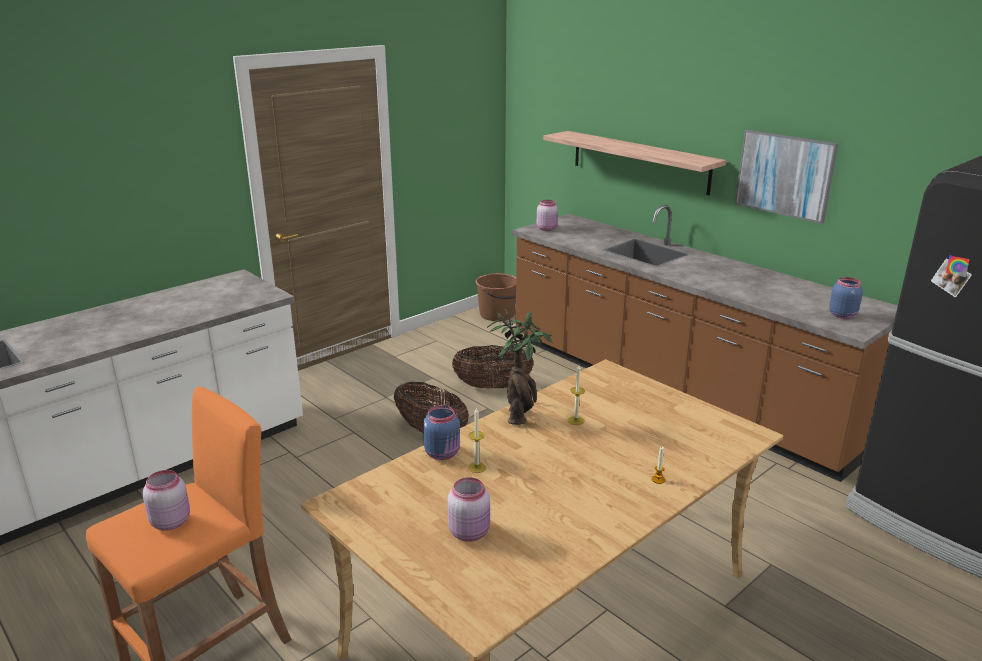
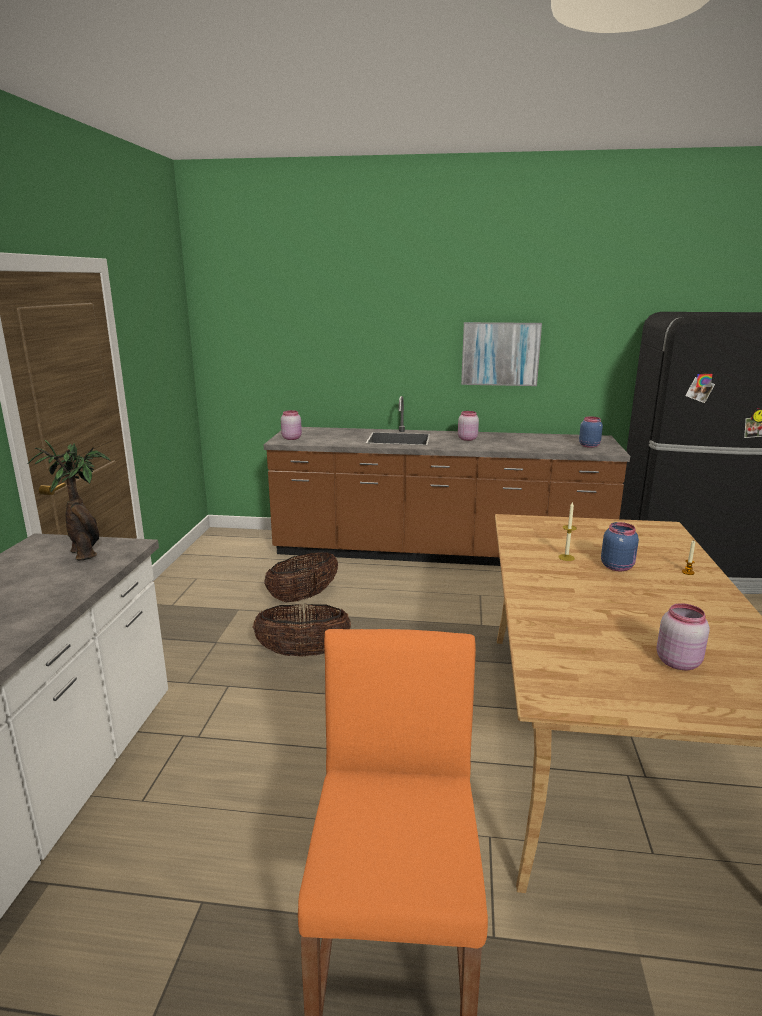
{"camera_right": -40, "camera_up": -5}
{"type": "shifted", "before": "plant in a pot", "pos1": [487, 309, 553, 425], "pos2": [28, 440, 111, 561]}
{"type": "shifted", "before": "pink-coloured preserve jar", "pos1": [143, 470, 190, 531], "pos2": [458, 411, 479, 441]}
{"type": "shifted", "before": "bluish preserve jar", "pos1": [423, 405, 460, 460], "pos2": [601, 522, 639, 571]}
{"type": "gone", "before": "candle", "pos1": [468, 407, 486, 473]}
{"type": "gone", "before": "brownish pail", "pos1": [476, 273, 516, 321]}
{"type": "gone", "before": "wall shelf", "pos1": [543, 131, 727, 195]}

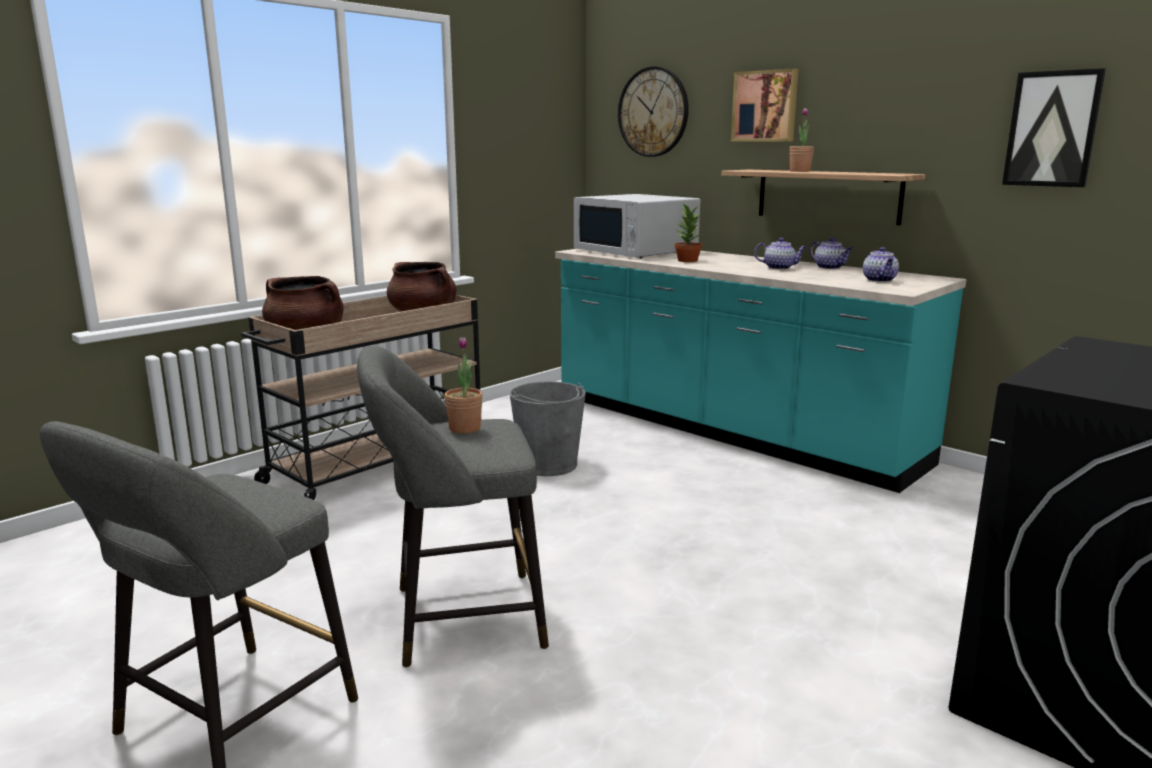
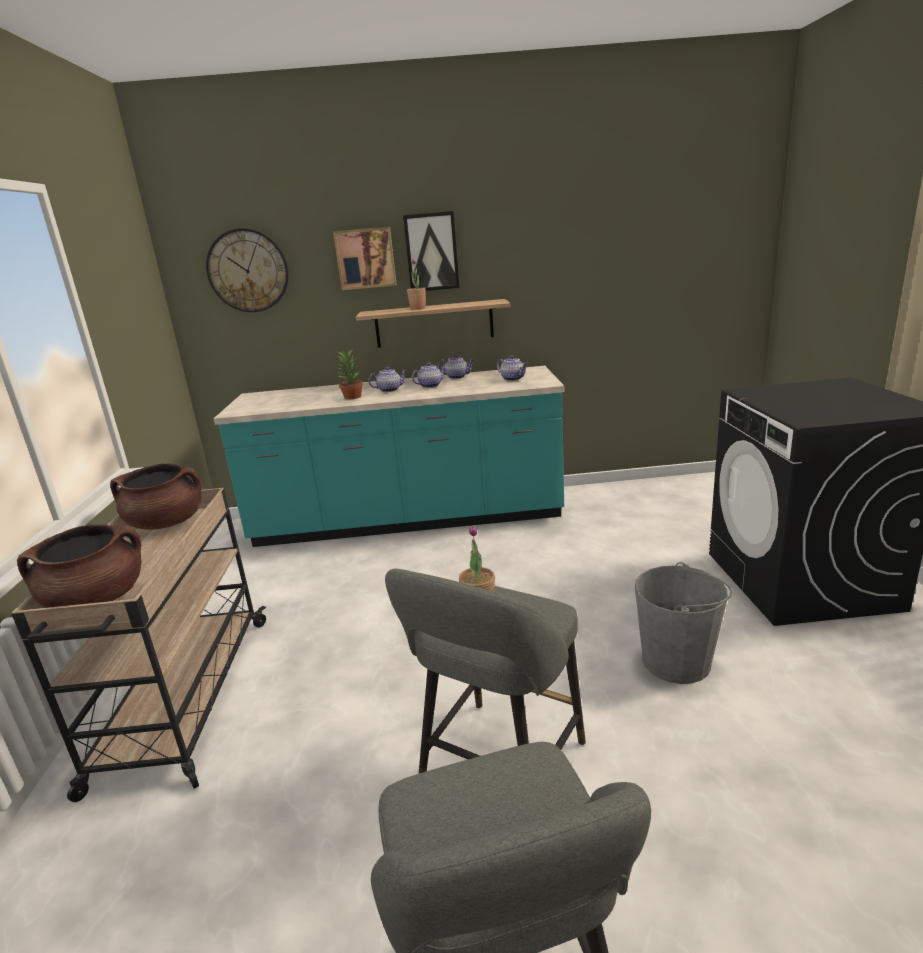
{"camera_right": -45, "camera_up": 5}
{"type": "new", "after": "teapot", "pos2": [368, 367, 407, 392]}
{"type": "shifted", "before": "picture", "pos1": [1002, 68, 1106, 187], "pos2": [403, 211, 460, 291]}
{"type": "shifted", "before": "gray pail", "pos1": [509, 381, 586, 476], "pos2": [635, 562, 733, 684]}
{"type": "gone", "before": "white kitchen microwave", "pos1": [574, 194, 700, 258]}

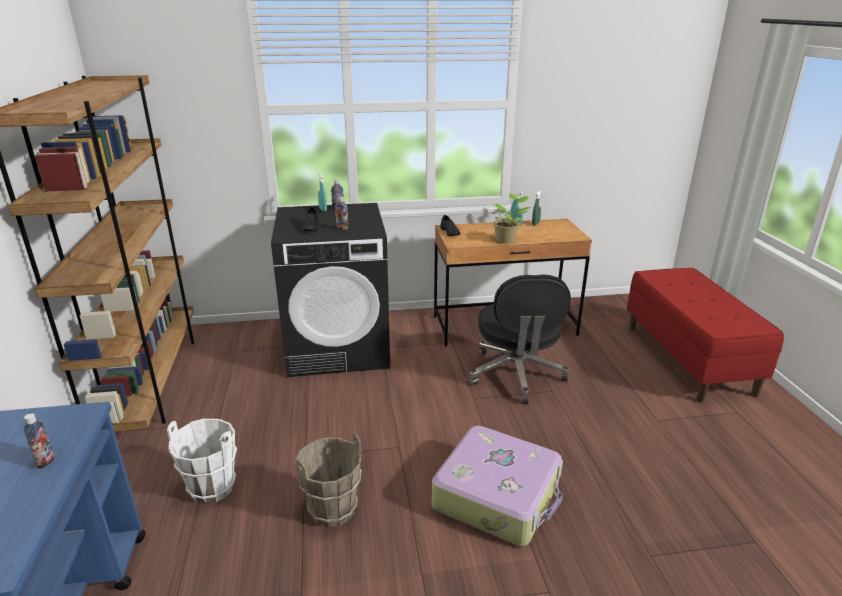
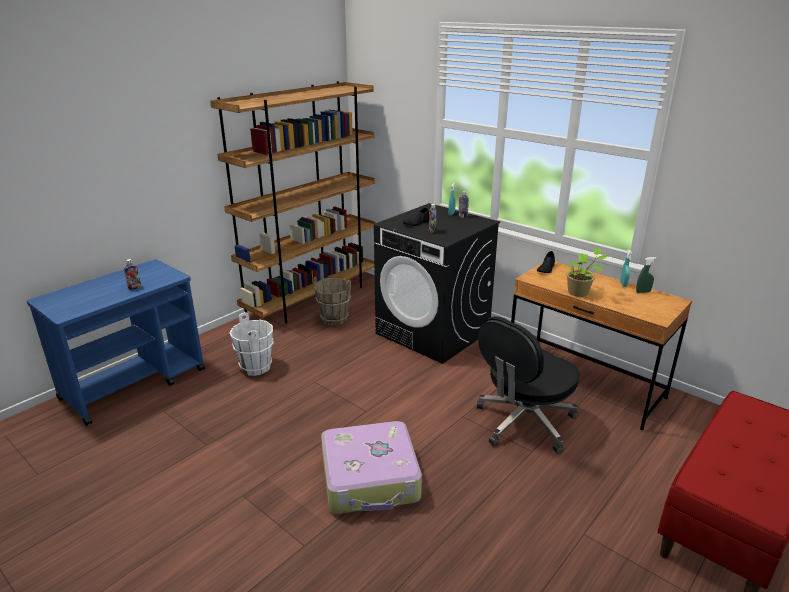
{"camera_right": 50, "camera_up": 0}
{"type": "shifted", "before": "brownish pail", "pos1": [295, 434, 362, 527], "pos2": [313, 276, 351, 326]}

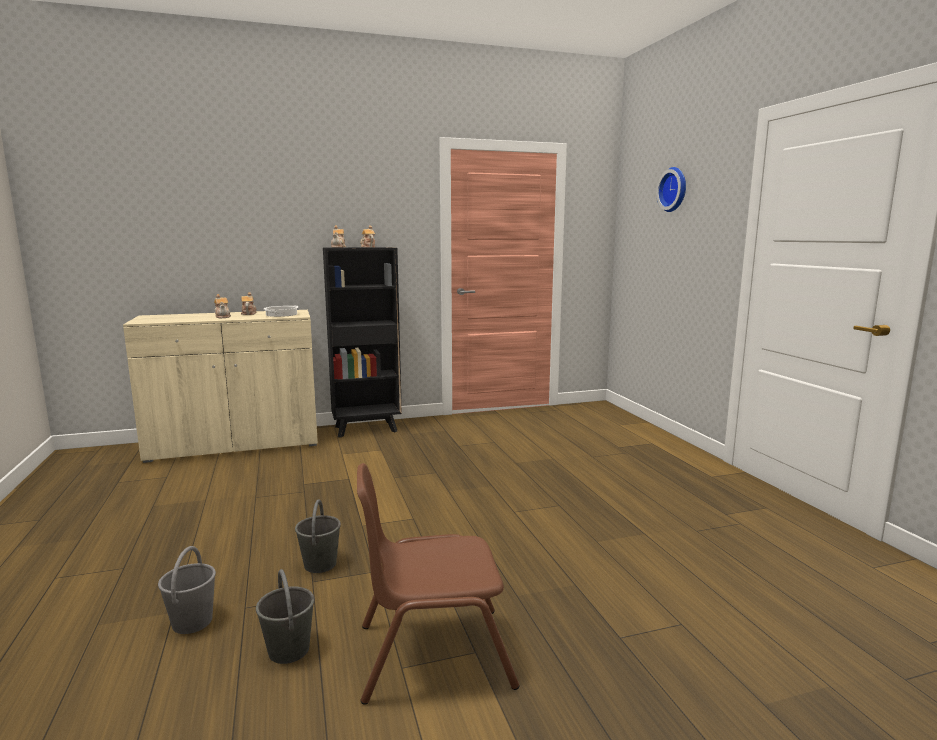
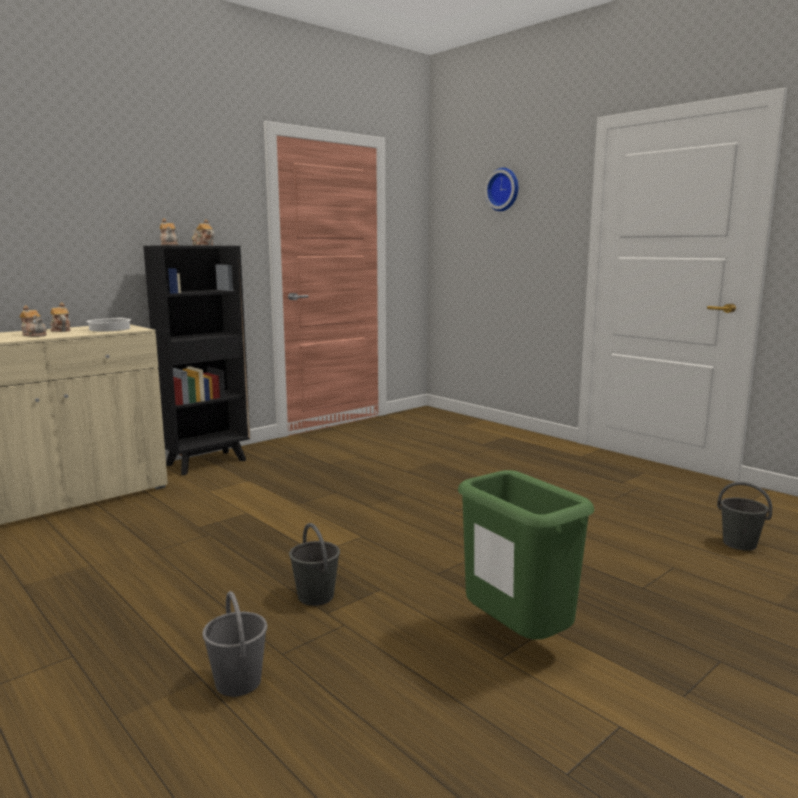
{"camera_right": -25, "camera_up": 0}
{"type": "swapped", "before": "brownish chair", "after": "green-coloured trash can", "pos1": [357, 463, 519, 705], "pos2": [458, 470, 594, 640]}
{"type": "shifted", "before": "gray pail", "pos1": [256, 569, 315, 664], "pos2": [717, 482, 772, 551]}

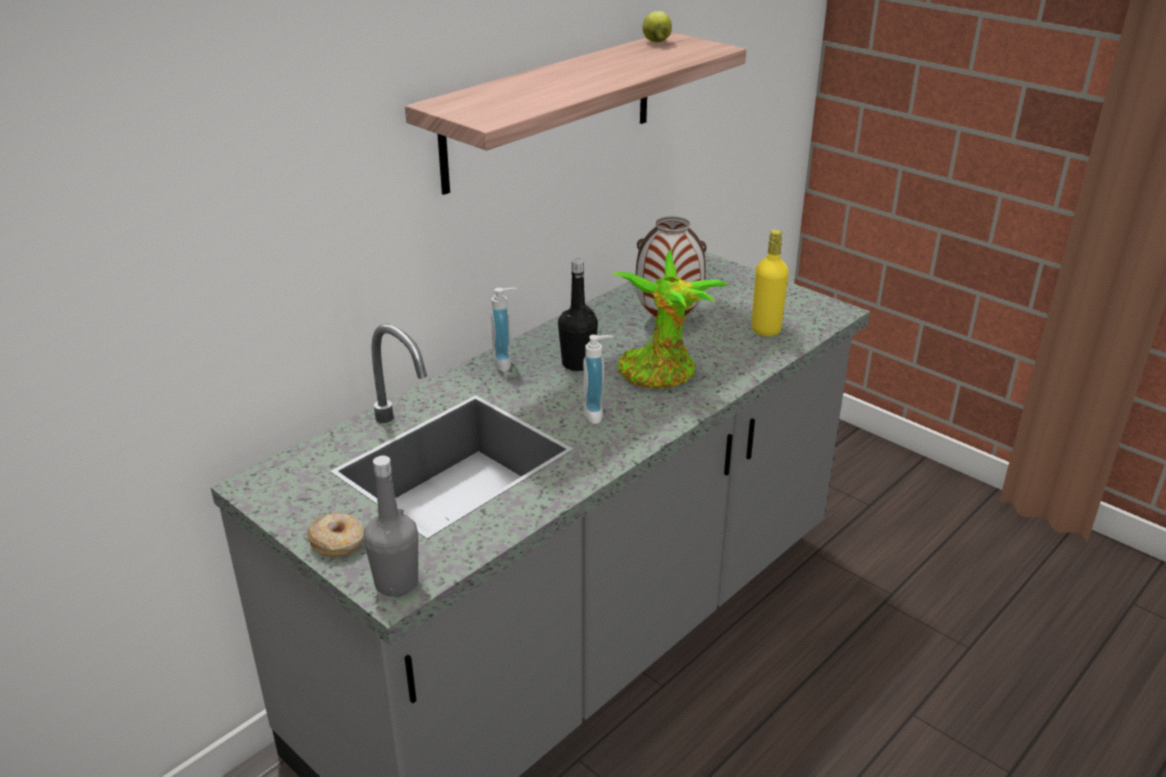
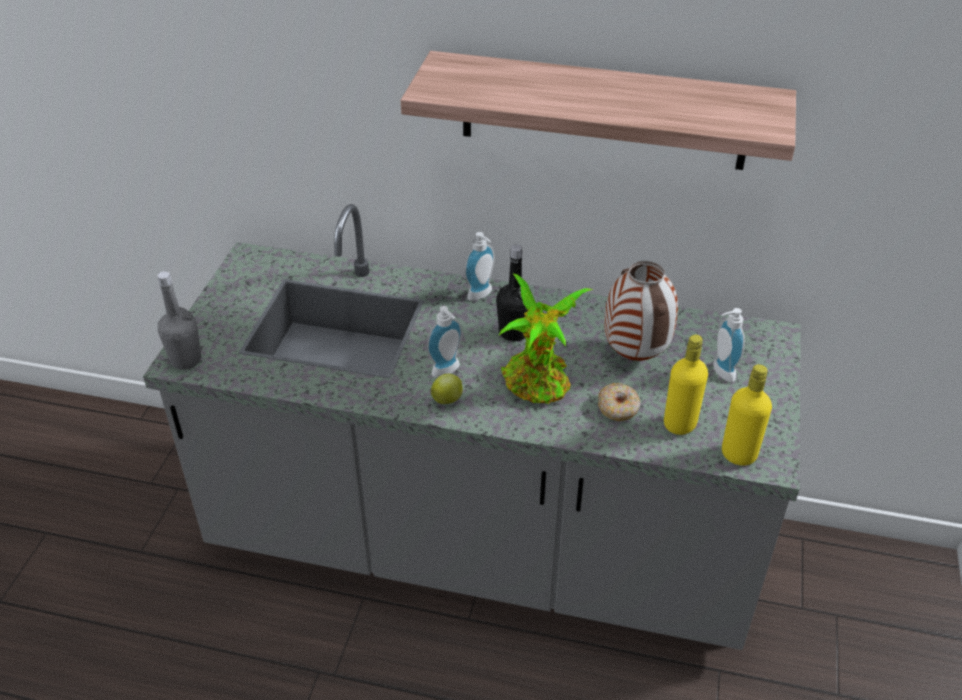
{"camera_right": 60, "camera_up": 10}
{"type": "shifted", "before": "apple fruit", "pos1": [642, 11, 672, 42], "pos2": [431, 374, 463, 404]}
{"type": "shifted", "before": "doughnut", "pos1": [307, 513, 364, 557], "pos2": [598, 383, 640, 421]}
{"type": "new", "after": "liquid soap bottle", "pos2": [713, 308, 745, 382]}
{"type": "new", "after": "yellow-coloured drink bottle", "pos2": [722, 364, 772, 466]}

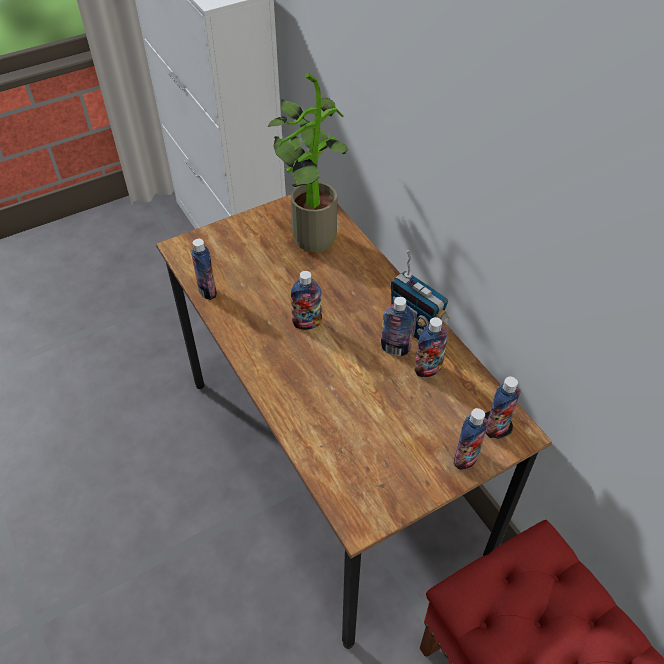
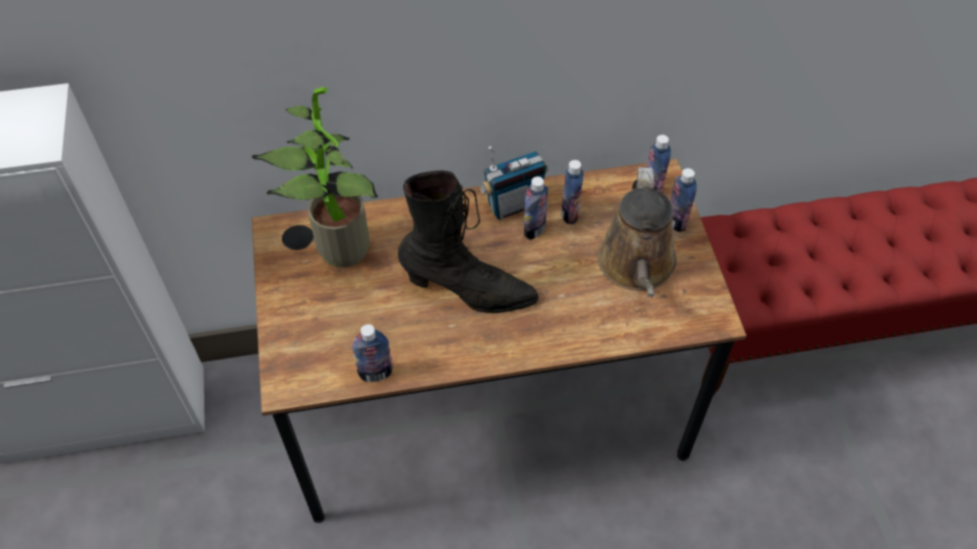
{"camera_right": -70, "camera_up": 5}
{"type": "swapped", "before": "drink bottle", "after": "black-coloured tall boot", "pos1": [290, 271, 322, 330], "pos2": [398, 170, 538, 313]}
{"type": "new", "after": "brownish sprinkling can", "pos2": [598, 167, 677, 297]}

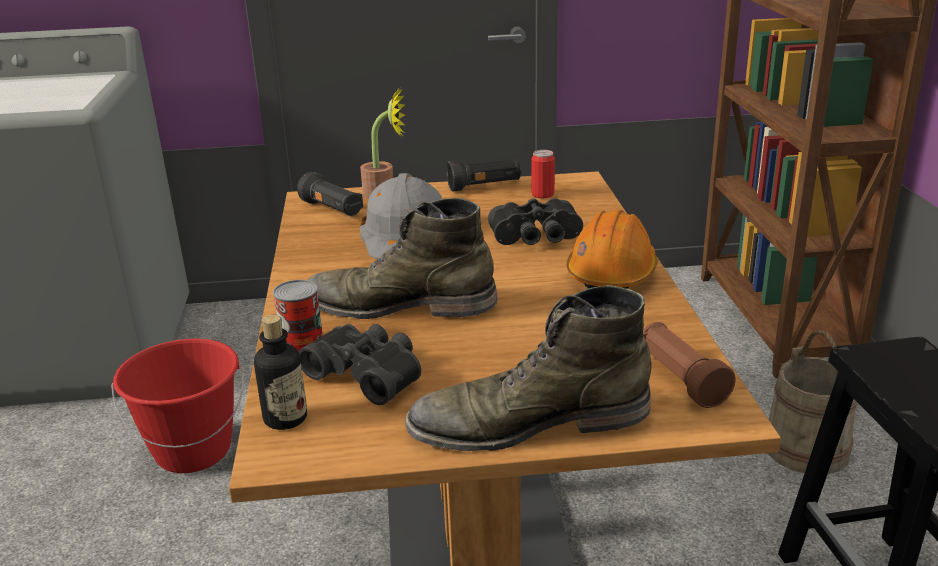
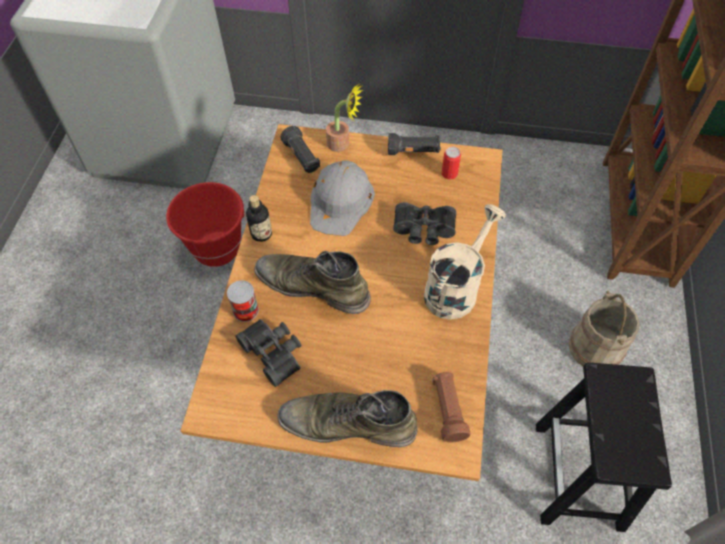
{"camera_right": 15, "camera_up": 30}
{"type": "shifted", "before": "drink bottle", "pos1": [254, 314, 307, 430], "pos2": [246, 195, 272, 242]}
{"type": "swapped", "before": "orangey hard hat", "after": "beige-coloured sprinkling can", "pos1": [566, 209, 658, 289], "pos2": [424, 204, 506, 320]}

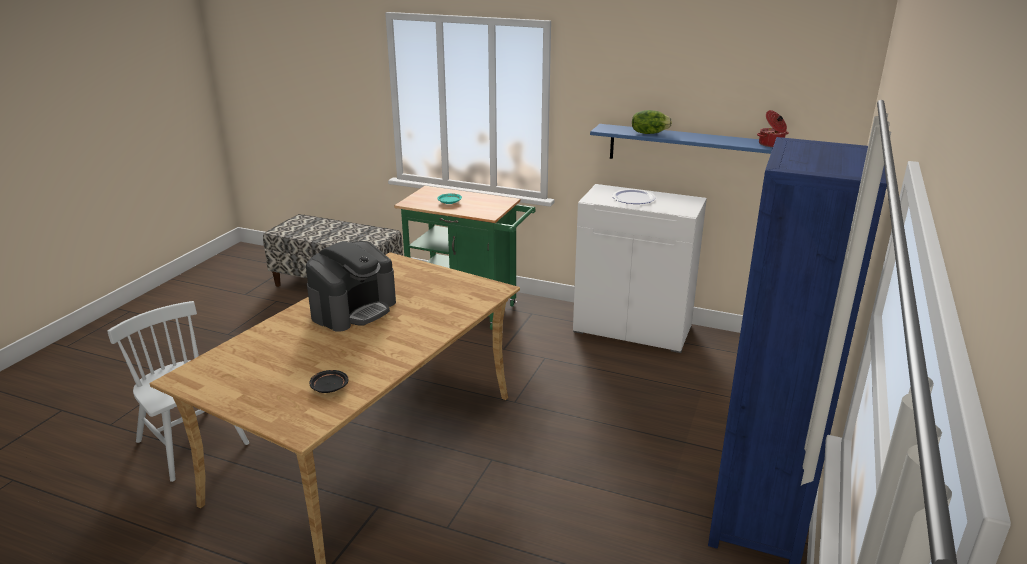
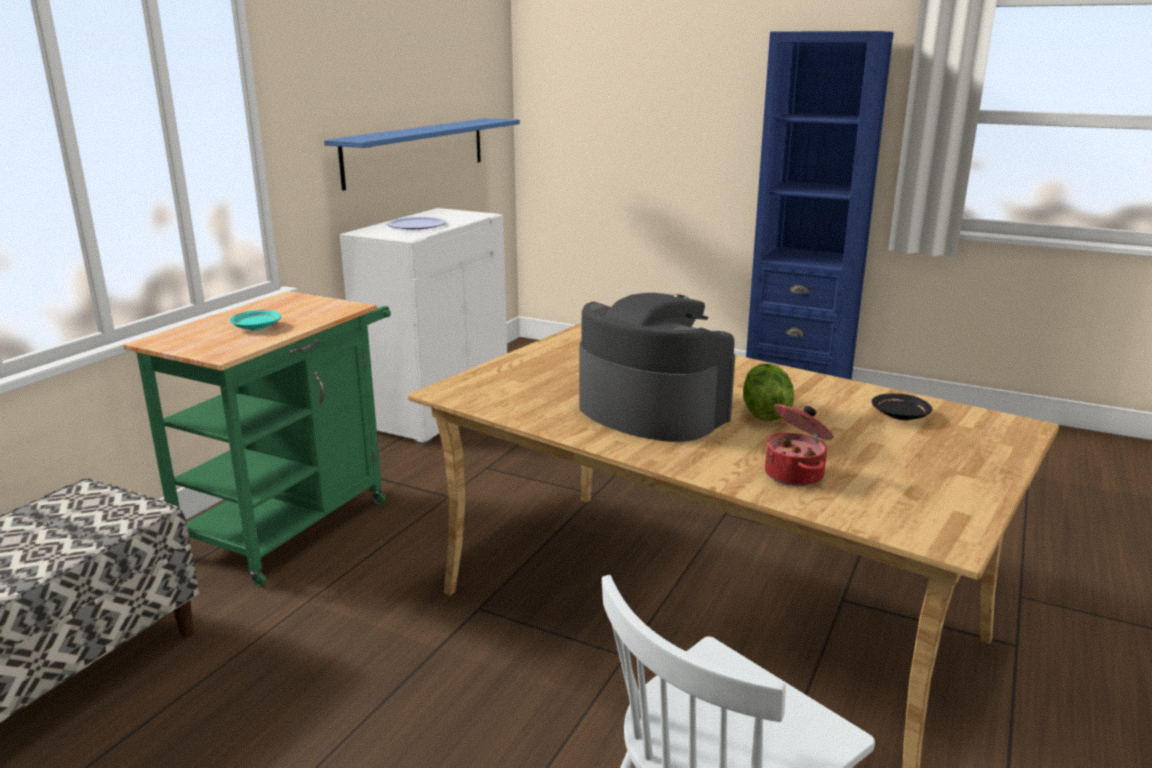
{"camera_right": -85, "camera_up": -5}
{"type": "shifted", "before": "head of lettuce", "pos1": [632, 110, 672, 134], "pos2": [743, 364, 794, 421]}
{"type": "shifted", "before": "stockpot", "pos1": [757, 110, 789, 147], "pos2": [765, 404, 833, 486]}

